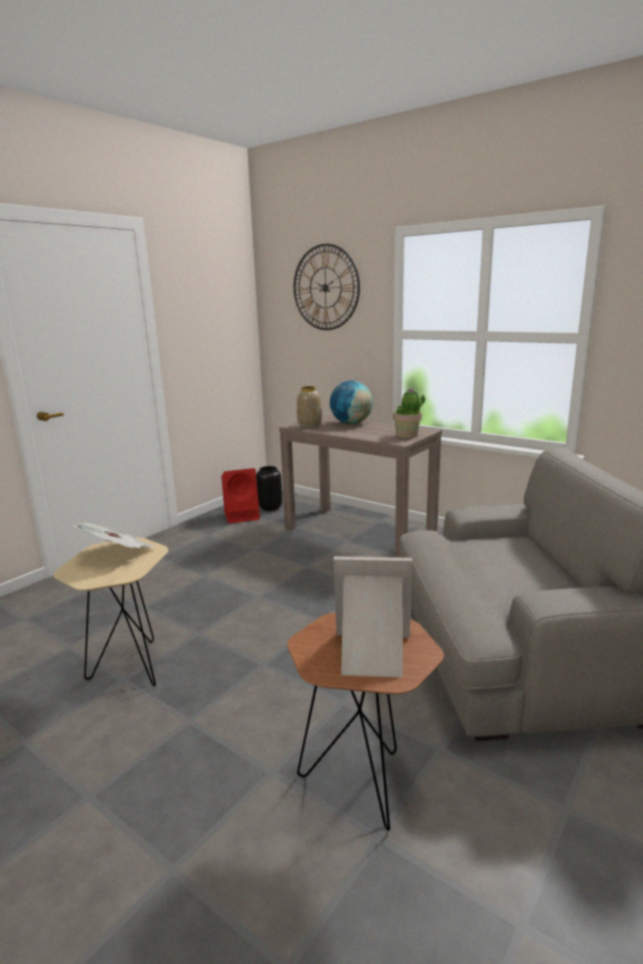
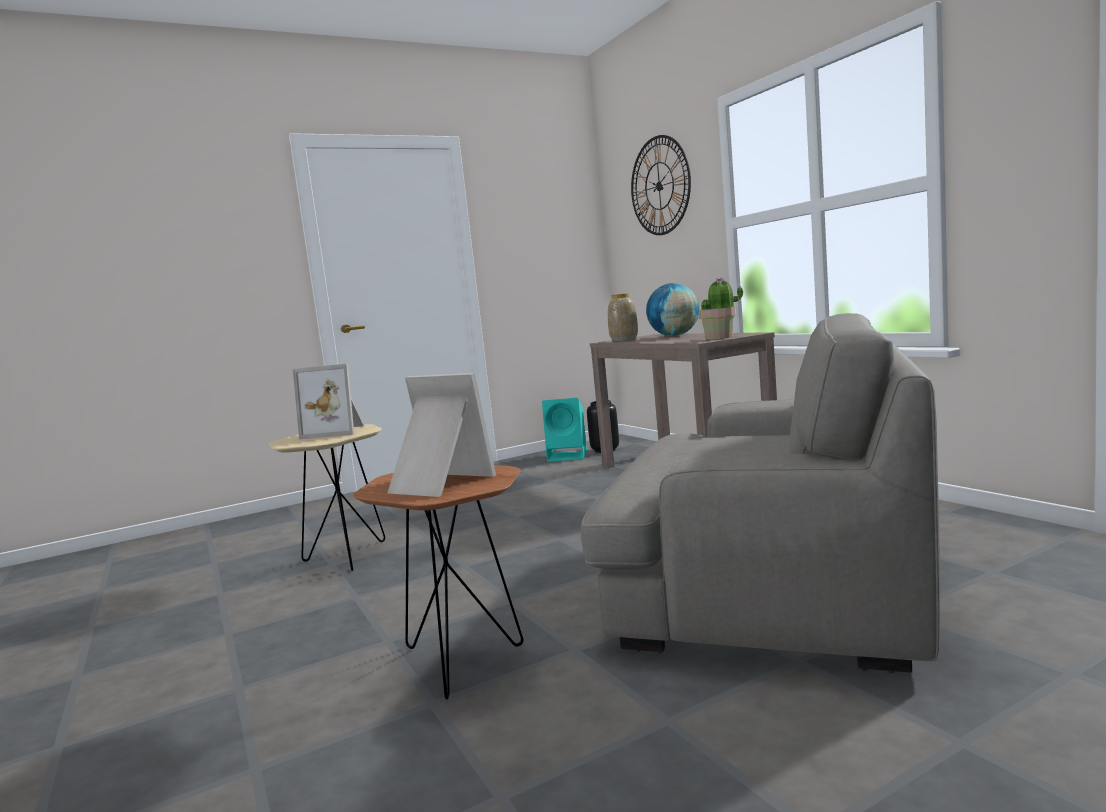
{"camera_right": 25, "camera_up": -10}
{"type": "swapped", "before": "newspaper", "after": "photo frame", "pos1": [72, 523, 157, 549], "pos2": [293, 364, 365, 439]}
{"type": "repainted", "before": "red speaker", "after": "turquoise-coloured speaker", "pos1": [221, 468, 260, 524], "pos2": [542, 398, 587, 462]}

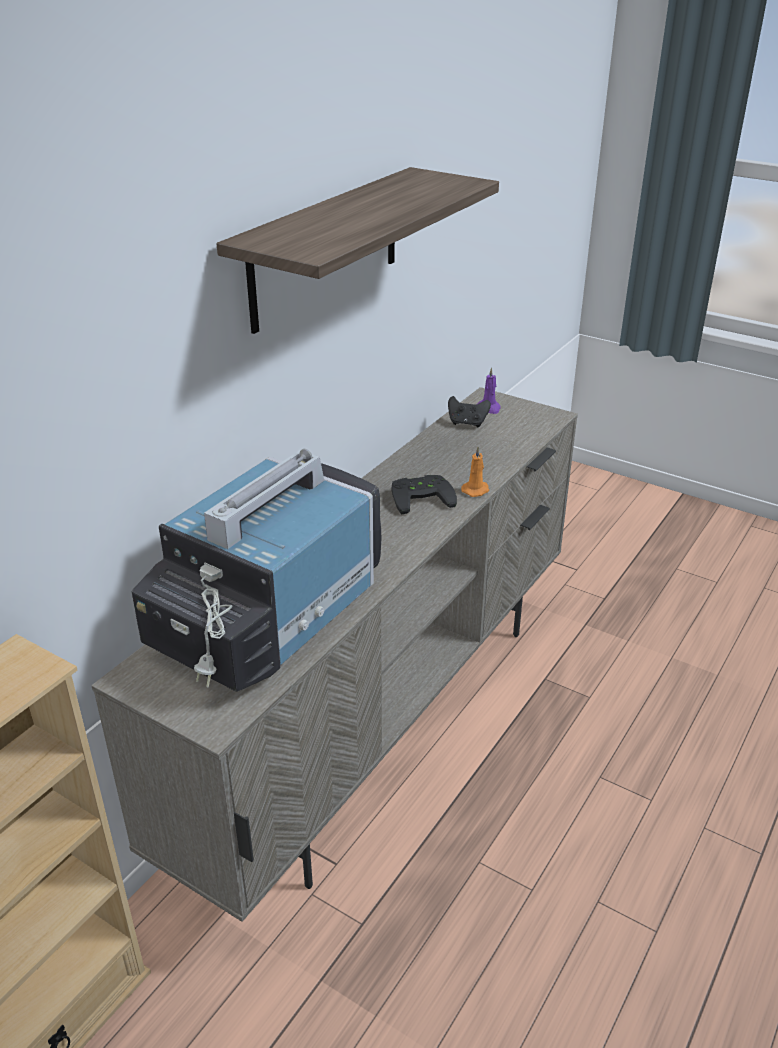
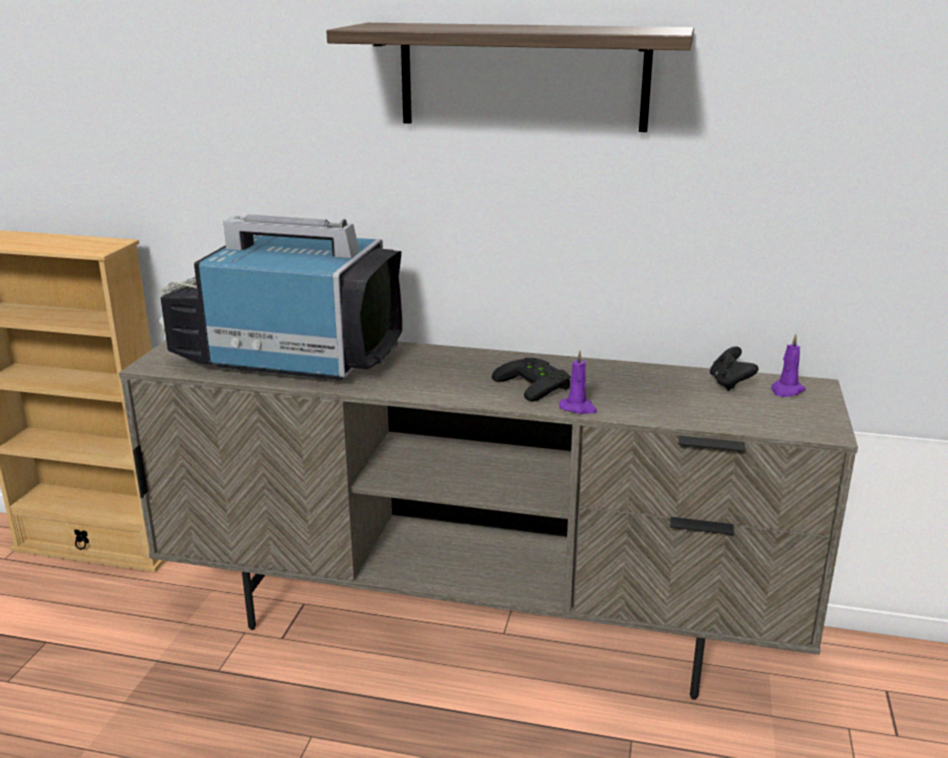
{"camera_right": 70, "camera_up": -10}
{"type": "repainted", "before": "orangey candle", "after": "purple candle", "pos1": [461, 447, 489, 497], "pos2": [559, 350, 597, 414]}

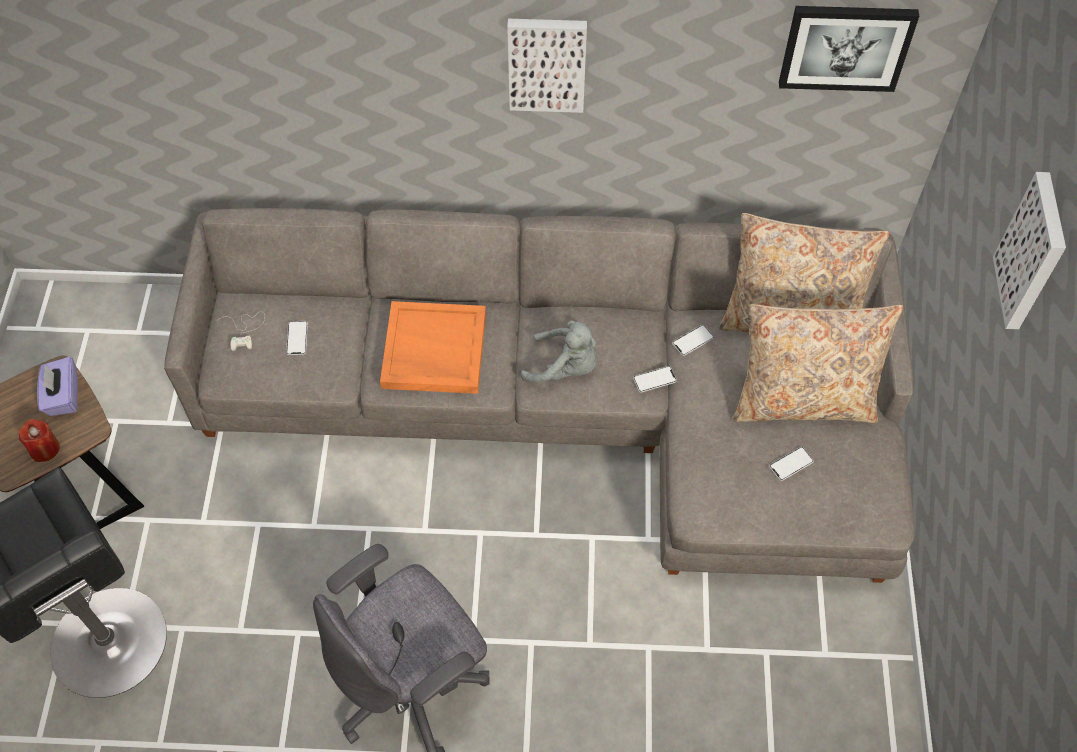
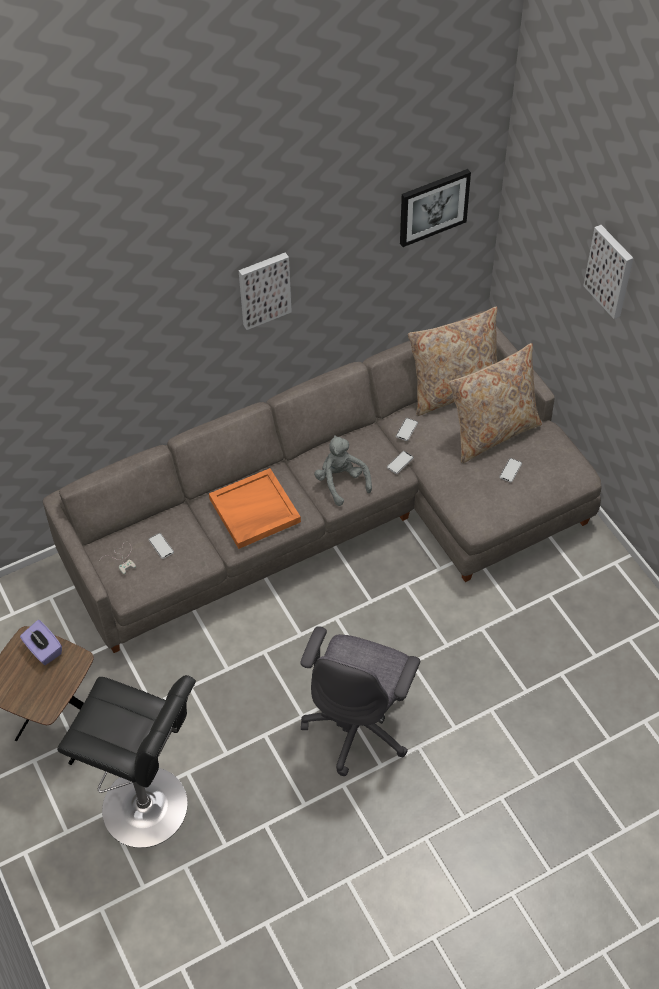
{"camera_right": -30, "camera_up": -5}
{"type": "rotated", "before": "gray soft toy", "pos1": [521, 320, 597, 383], "pos2": [314, 435, 372, 506], "turn": -105}
{"type": "gone", "before": "red candle", "pos1": [19, 419, 60, 462]}

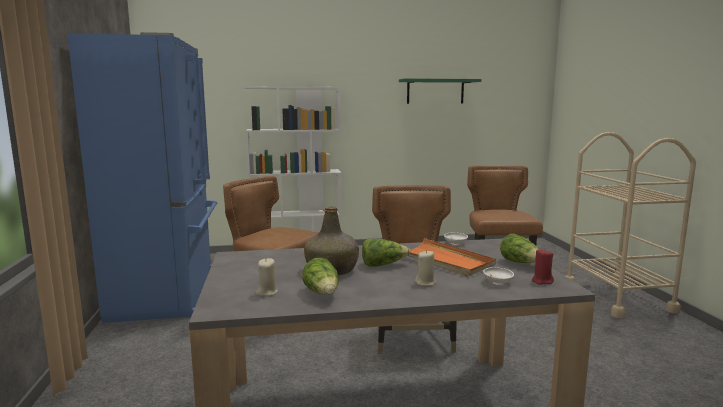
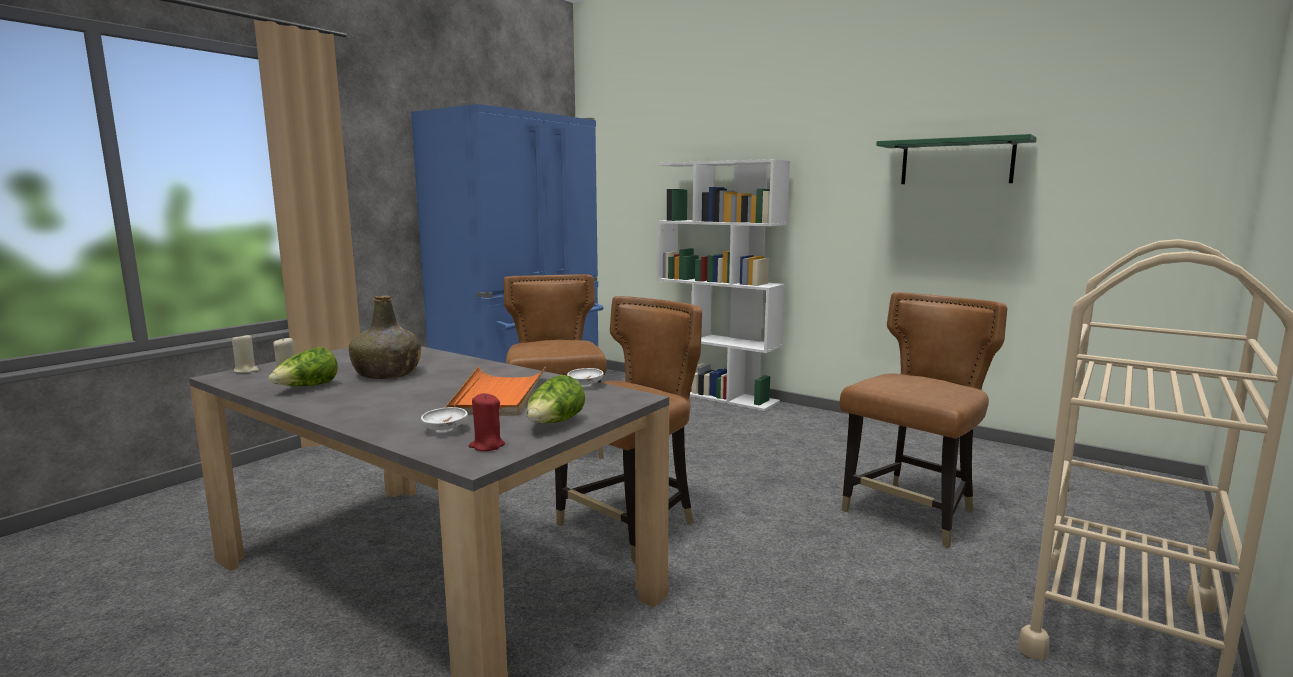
{"camera_right": 45, "camera_up": 0}
{"type": "shifted", "before": "beige-coloured candle", "pos1": [415, 250, 436, 286], "pos2": [232, 333, 259, 373]}
{"type": "gone", "before": "head of lettuce", "pos1": [362, 239, 410, 267]}

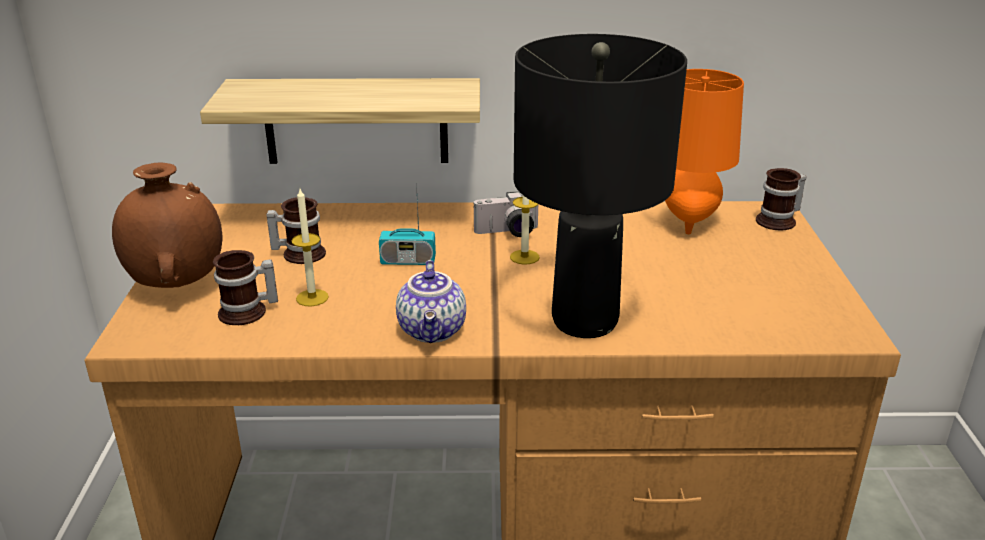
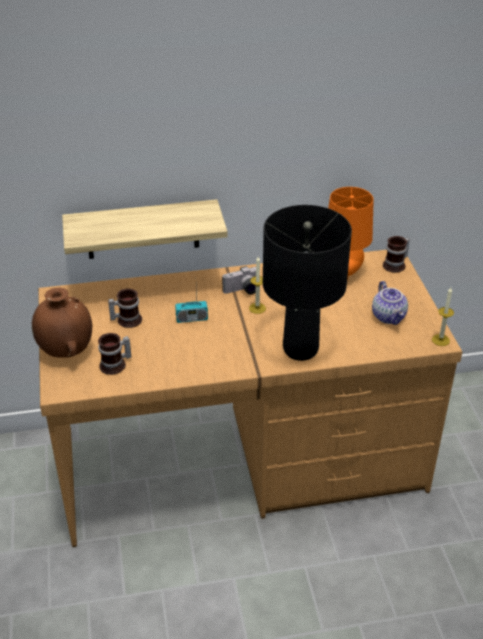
{"camera_right": -10, "camera_up": 10}
{"type": "shifted", "before": "teapot", "pos1": [396, 260, 466, 343], "pos2": [372, 281, 408, 325]}
{"type": "shifted", "before": "candle", "pos1": [291, 189, 329, 306], "pos2": [432, 287, 454, 346]}

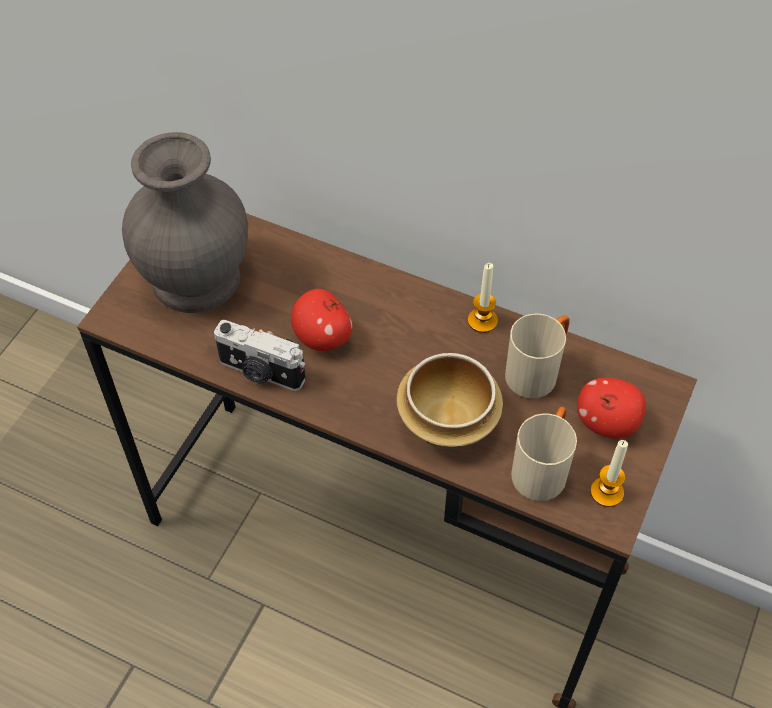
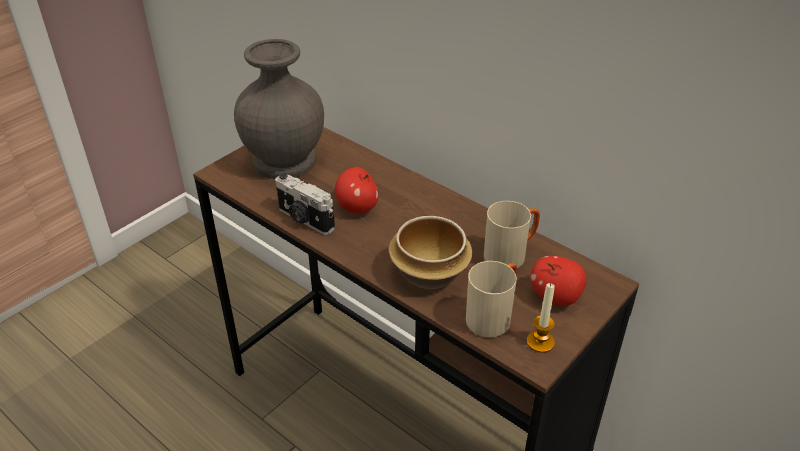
{"camera_right": 15, "camera_up": -15}
{"type": "gone", "before": "candle", "pos1": [468, 263, 498, 333]}

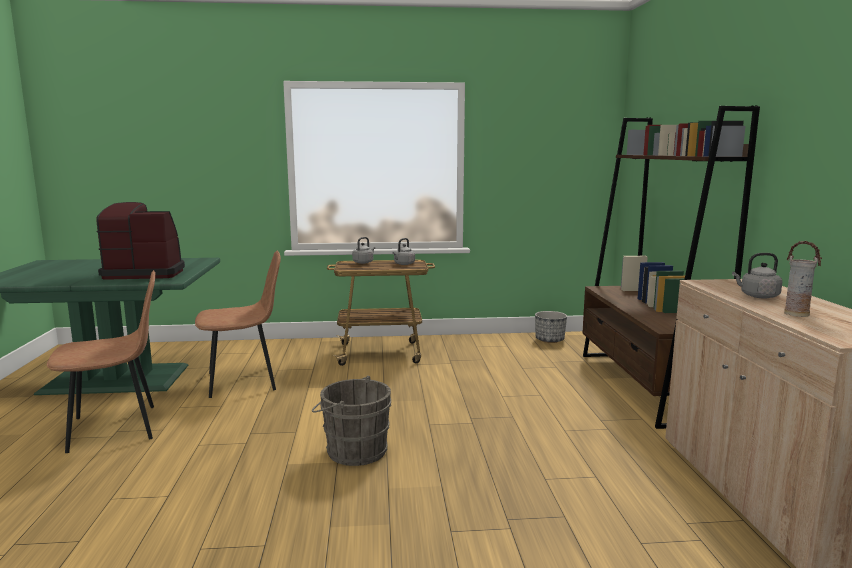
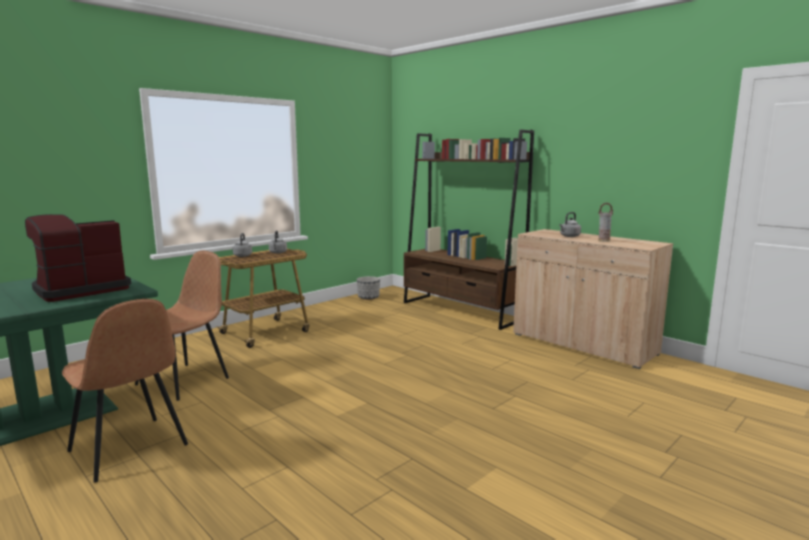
{"camera_right": -40, "camera_up": 0}
{"type": "rotated", "before": "brownish chair", "pos1": [47, 270, 155, 453], "pos2": [62, 299, 188, 482], "turn": 105}
{"type": "gone", "before": "gray pail", "pos1": [312, 376, 391, 466]}

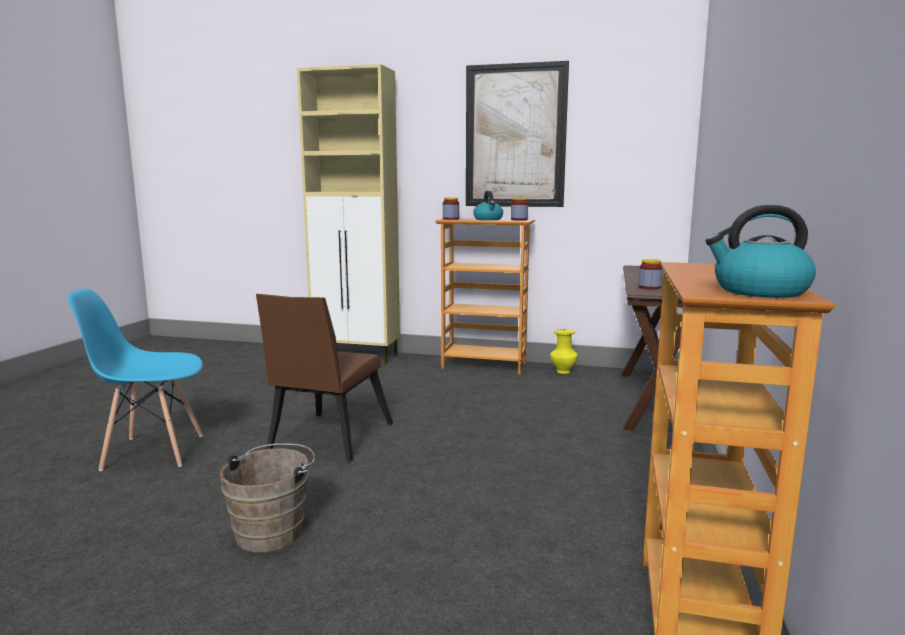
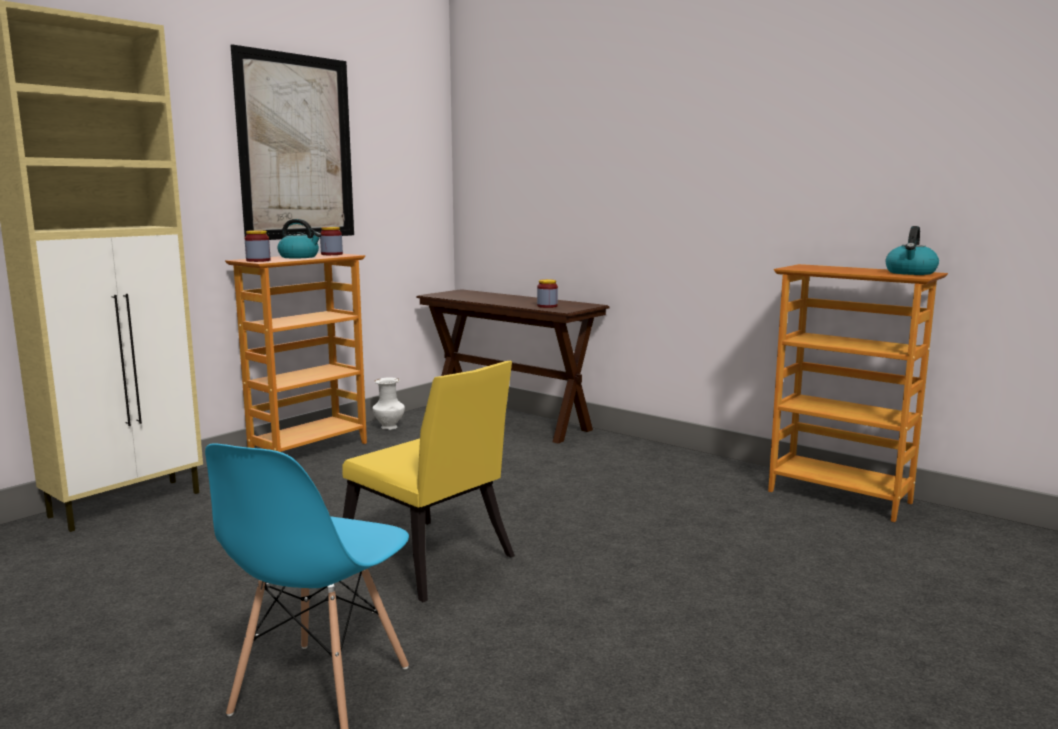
{"camera_right": -65, "camera_up": 0}
{"type": "repainted", "before": "brownish chair", "after": "yellow-coloured chair", "pos1": [256, 294, 393, 462], "pos2": [342, 361, 515, 602]}
{"type": "repainted", "before": "yellow-coloured flower vase", "after": "white flower vase", "pos1": [550, 329, 578, 374], "pos2": [373, 377, 405, 430]}
{"type": "gone", "before": "brownish pail", "pos1": [220, 443, 315, 552]}

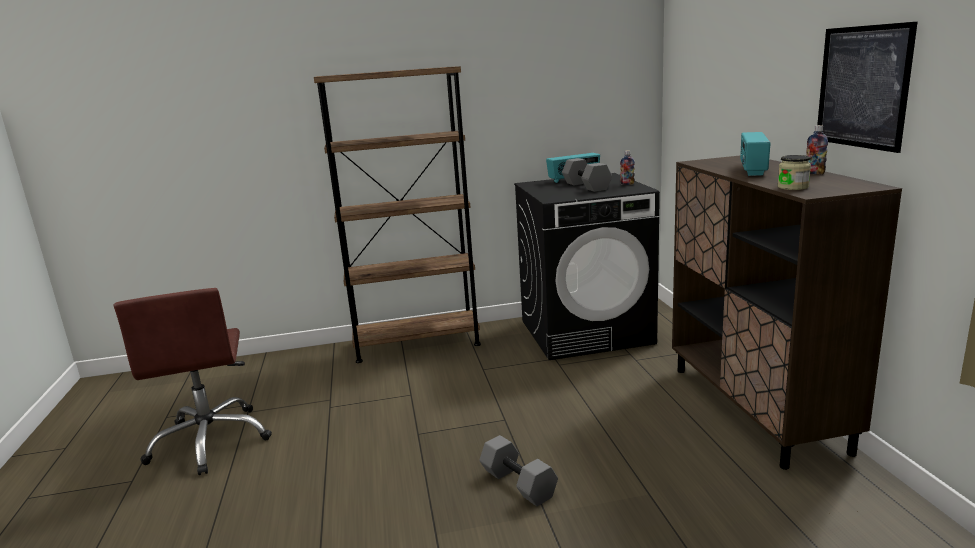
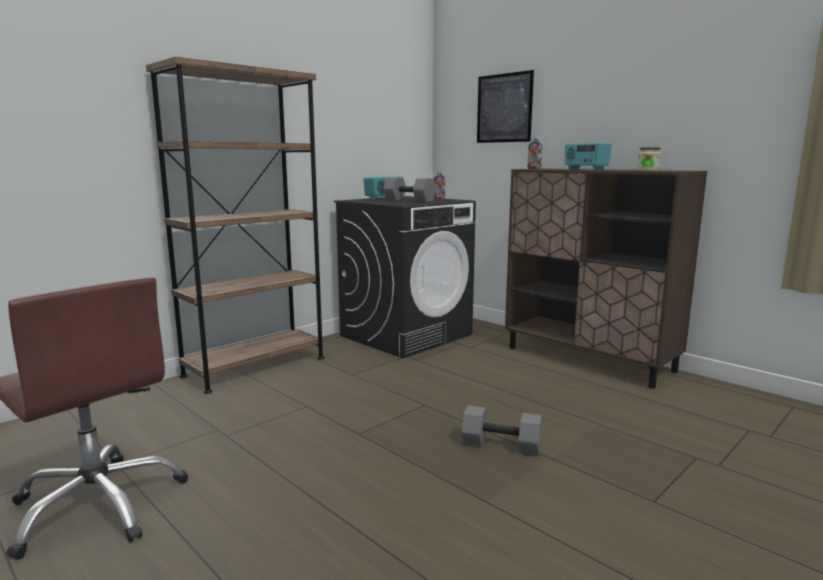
{"camera_right": -35, "camera_up": -5}
{"type": "shifted", "before": "picture", "pos1": [817, 22, 917, 153], "pos2": [477, 70, 534, 143]}
{"type": "shifted", "before": "drink bottle", "pos1": [806, 125, 828, 174], "pos2": [527, 135, 542, 169]}

